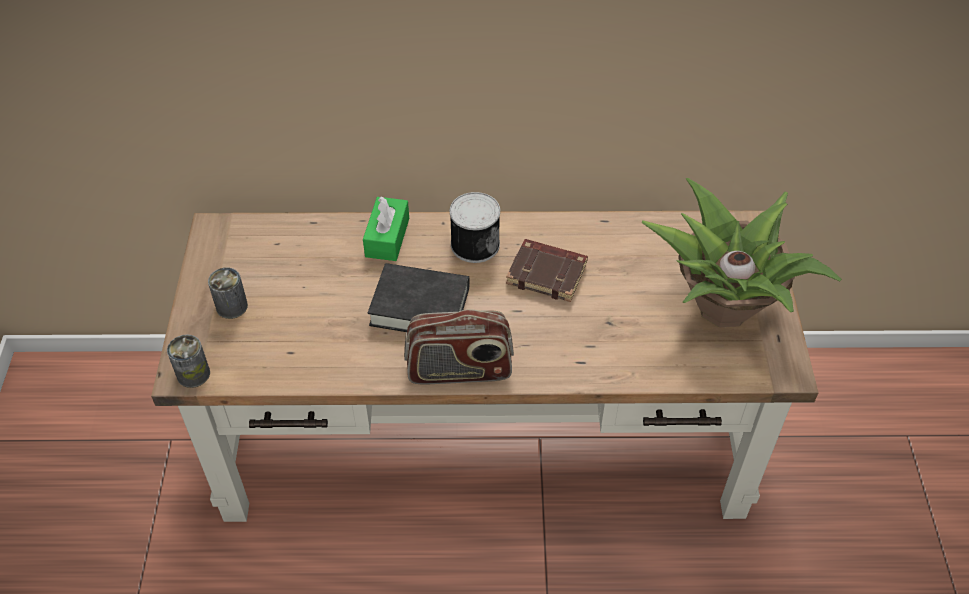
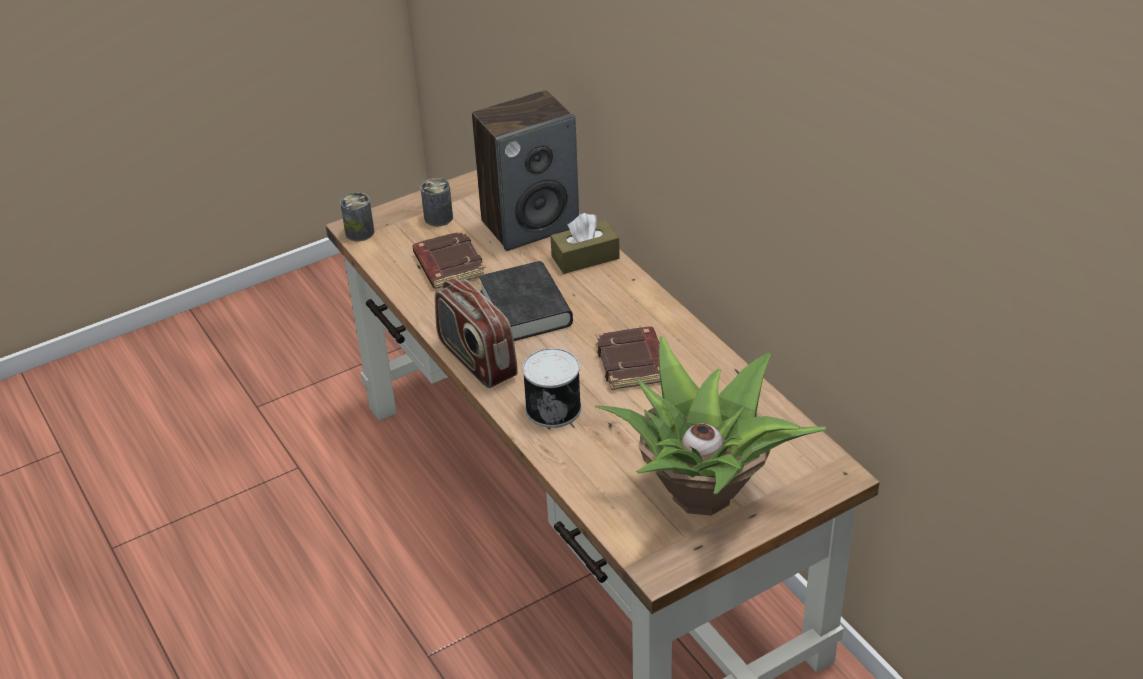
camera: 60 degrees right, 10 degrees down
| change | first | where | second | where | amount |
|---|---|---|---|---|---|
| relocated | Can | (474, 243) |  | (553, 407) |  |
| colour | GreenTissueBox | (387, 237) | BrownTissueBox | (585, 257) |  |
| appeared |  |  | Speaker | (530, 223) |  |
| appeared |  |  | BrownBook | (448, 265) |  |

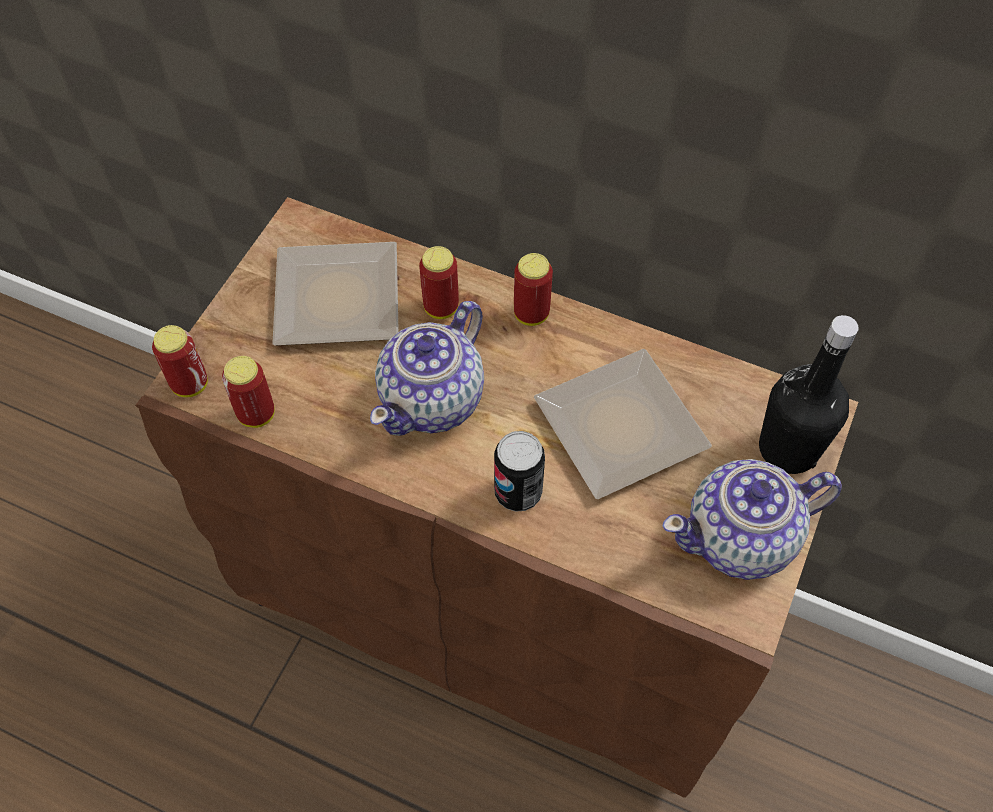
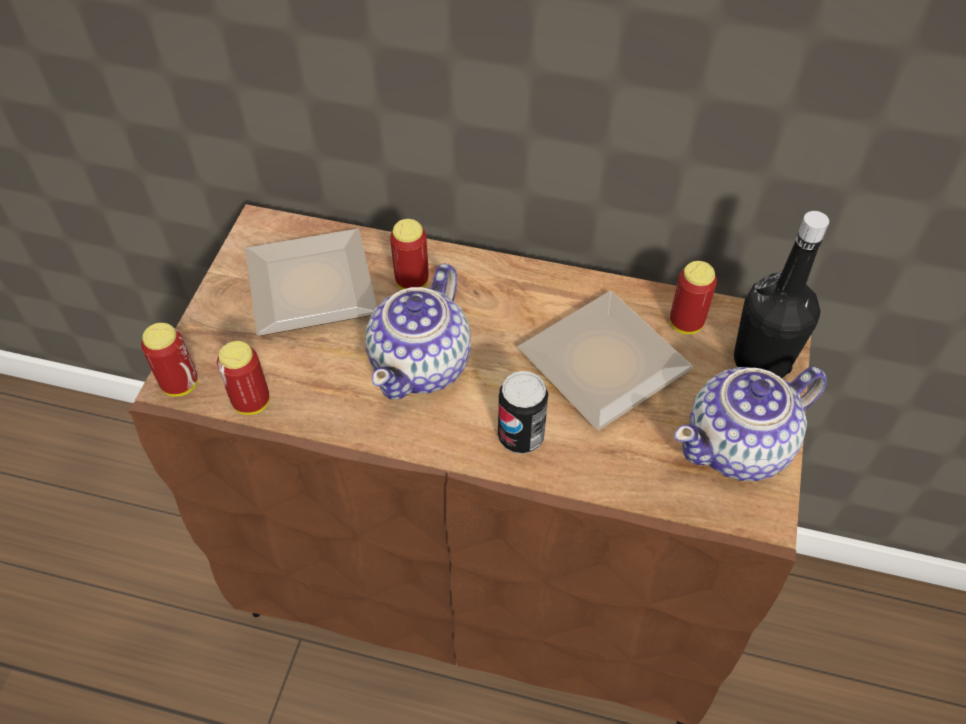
camera: 10 degrees left, 5 degrees down
| change | first | where | second | where | amount |
|---|---|---|---|---|---|
| relocated | Can | (531, 314) |  | (686, 323) |  |

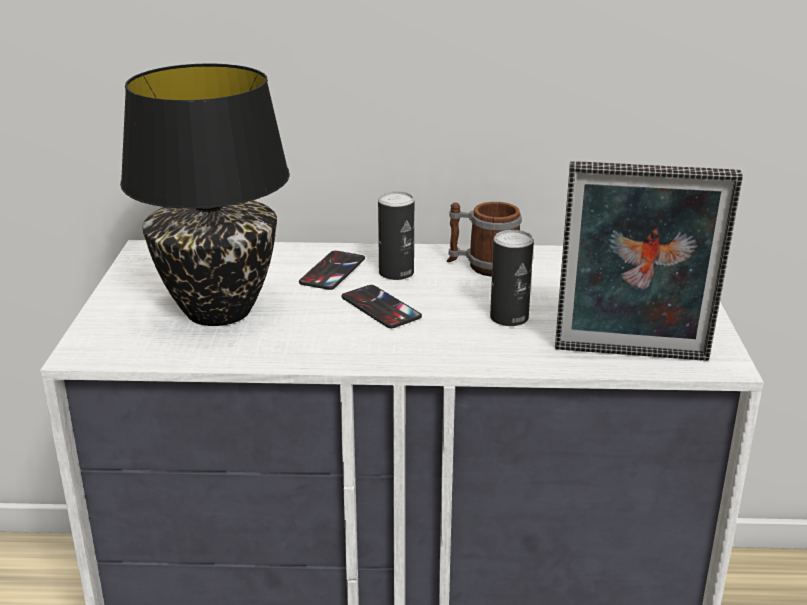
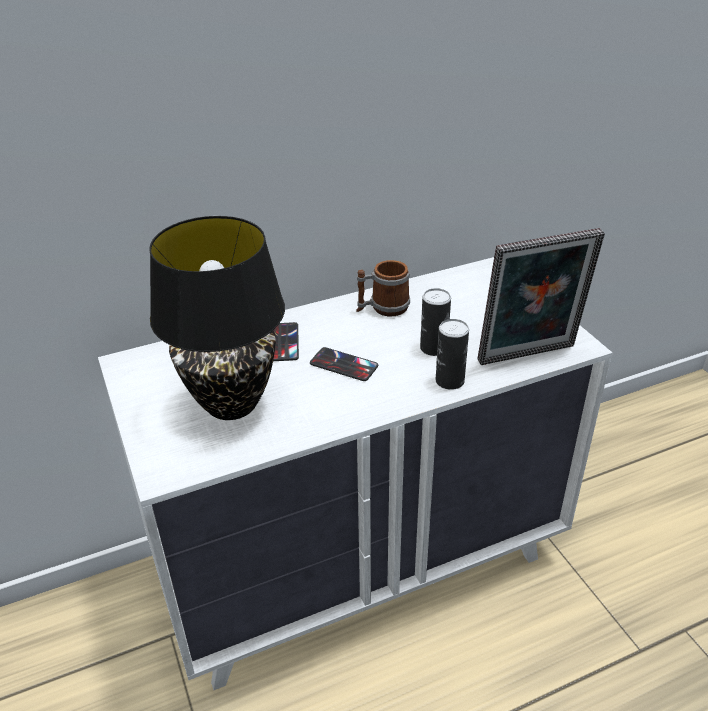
camera: 25 degrees left, 10 degrees up
| change | first | where | second | where | amount |
|---|---|---|---|---|---|
| relocated | Can | (396, 273) |  | (449, 381) |  |

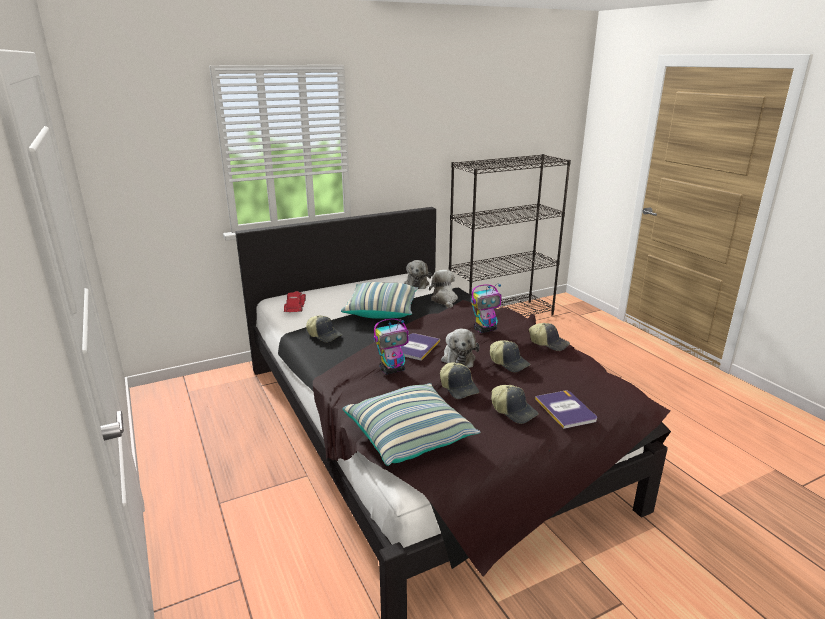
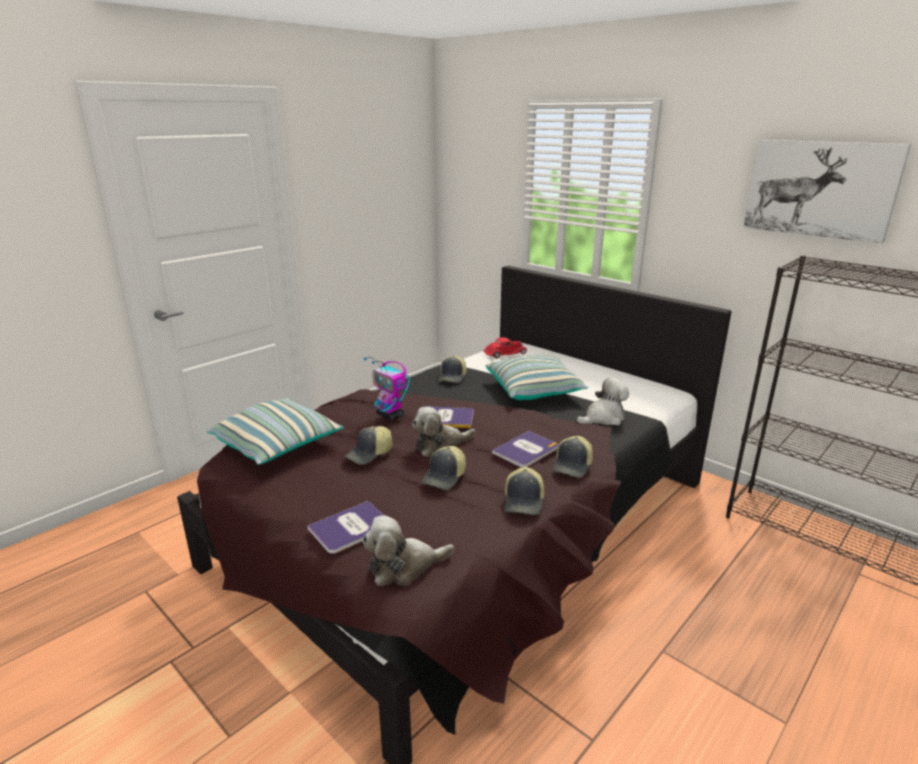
camera: 70 degrees right, 0 degrees up
| change | first | where | second | where | amount |
|---|---|---|---|---|---|
| relocated | PlushToy | (416, 284) |  | (404, 567) |  |
| exchanged | ToyRobot | (485, 329) | Book | (526, 450) |  |
| relocated | Cap | (514, 411) |  | (573, 466) |  |
| appeared |  |  | Picture | (820, 189) |  |

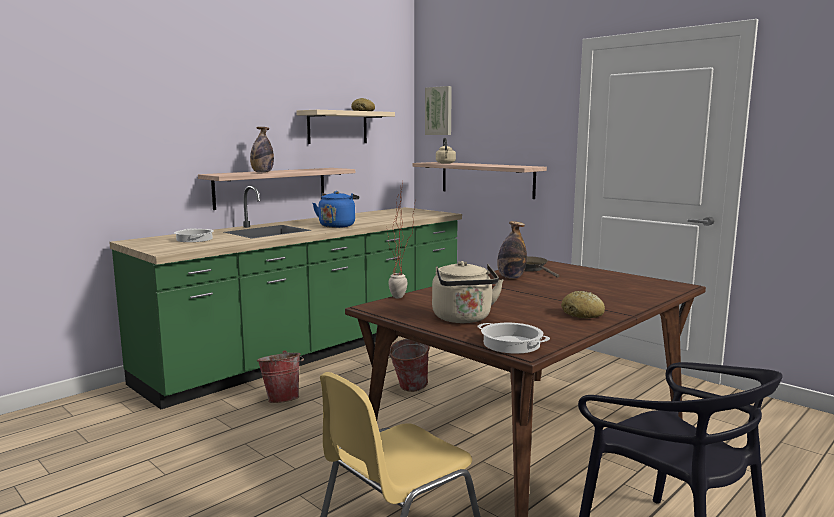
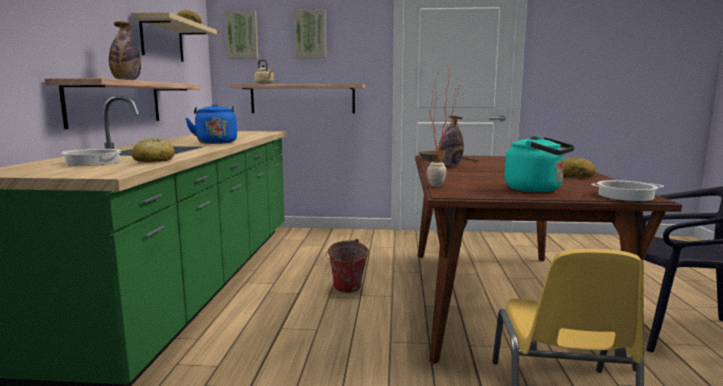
camera: 40 degrees left, 0 degrees up
| change | first | where | second | where | amount |
|---|---|---|---|---|---|
| colour | BeigeKettle | (463, 319) | TurquoiseKettle | (536, 189) |  |
| missing | Bucket | (282, 399) |  |  |  |
| appeared |  |  | Picture | (310, 34) |  |
| appeared |  |  | Bread | (154, 160) |  |

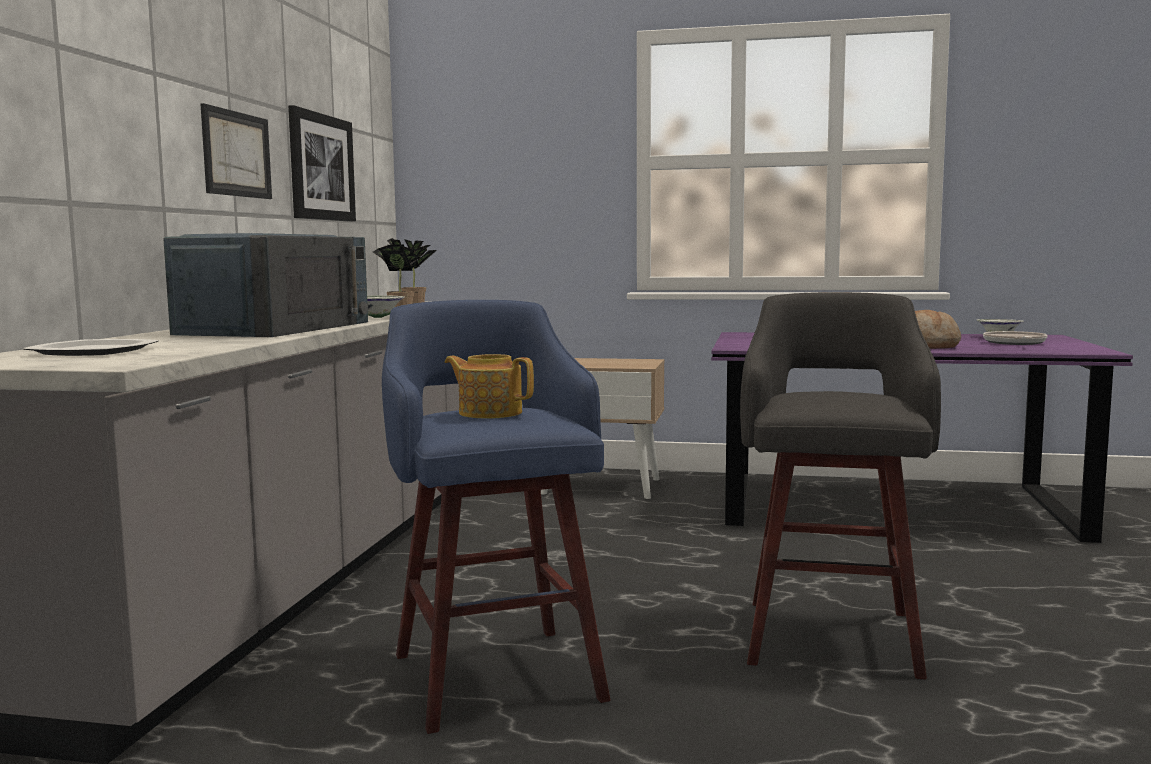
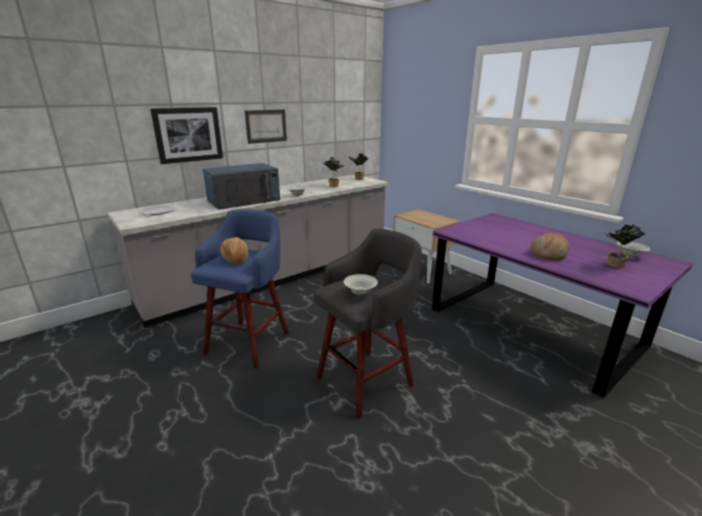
camera: 40 degrees right, 15 degrees up
| change | first | where | second | where | amount |
|---|---|---|---|---|---|
| relocated | Picture | (321, 167) |  | (188, 135) |  |
| exchanged | FryingPan | (1014, 343) | PottedPlant | (615, 265) |  |
| exchanged | Teapot | (489, 413) | Bread | (236, 258) |  |
| appeared |  |  | WhiteBowl | (360, 293) |  |

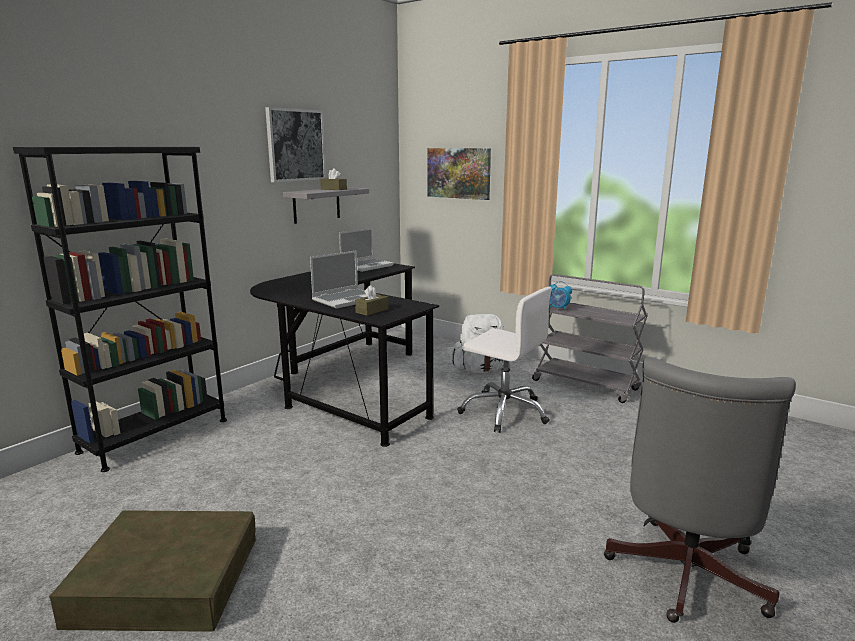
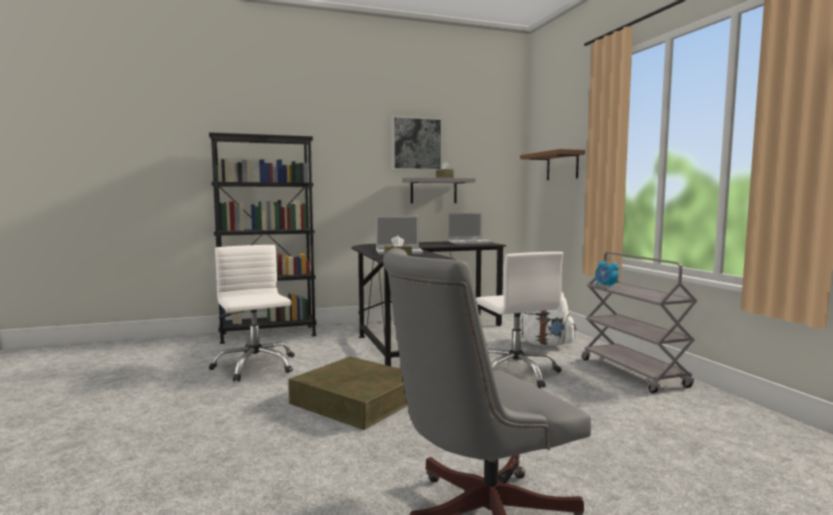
camera: 35 degrees right, 10 degrees down
| change | first | where | second | where | amount |
|---|---|---|---|---|---|
| exchanged | Picture | (459, 173) | BrownShelf | (562, 166) |  |
| relocated | BrownStorageBox | (166, 580) |  | (356, 400) |  |
| appeared |  |  | WhiteOfficeChair | (255, 366) |  |

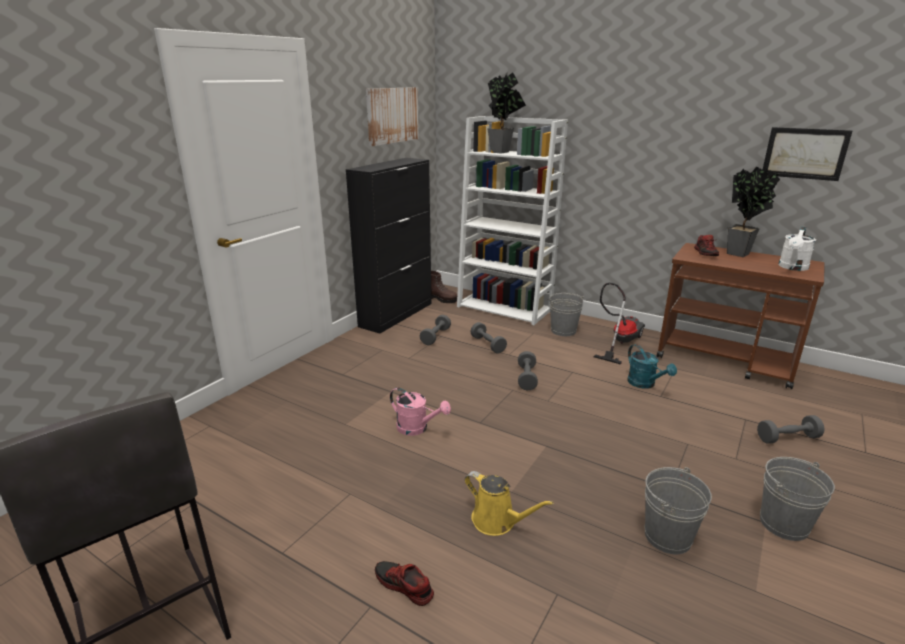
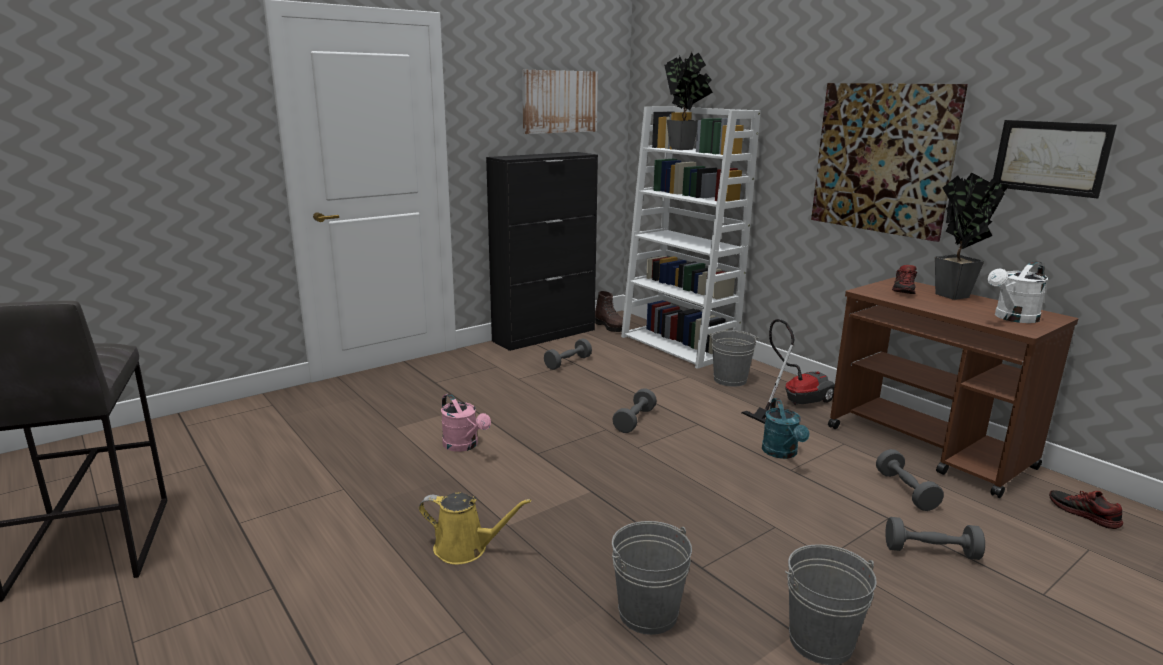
camera: 20 degrees right, 5 degrees down
| change | first | where | second | where | amount |
|---|---|---|---|---|---|
| relocated | GreyDumbbell | (488, 345) |  | (906, 491) |  |
| spun | YellowWateringCan | (497, 521) |  | (466, 548) | 45 degrees counterclockwise |
| relocated | Shoe | (403, 586) |  | (1083, 514) |  |
| appeared |  |  | Picture | (882, 158) |  |

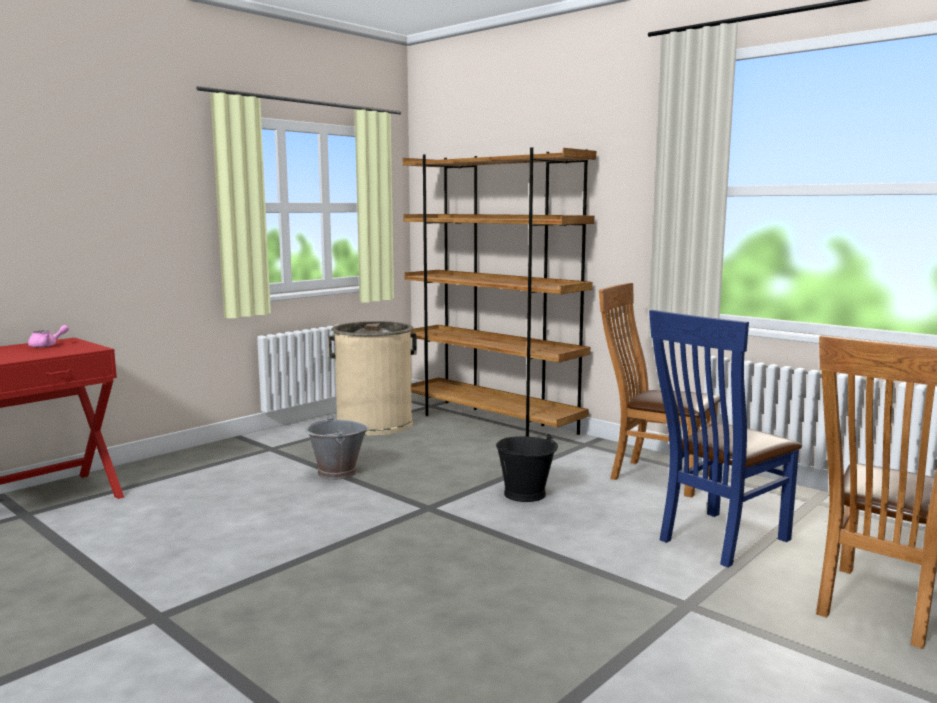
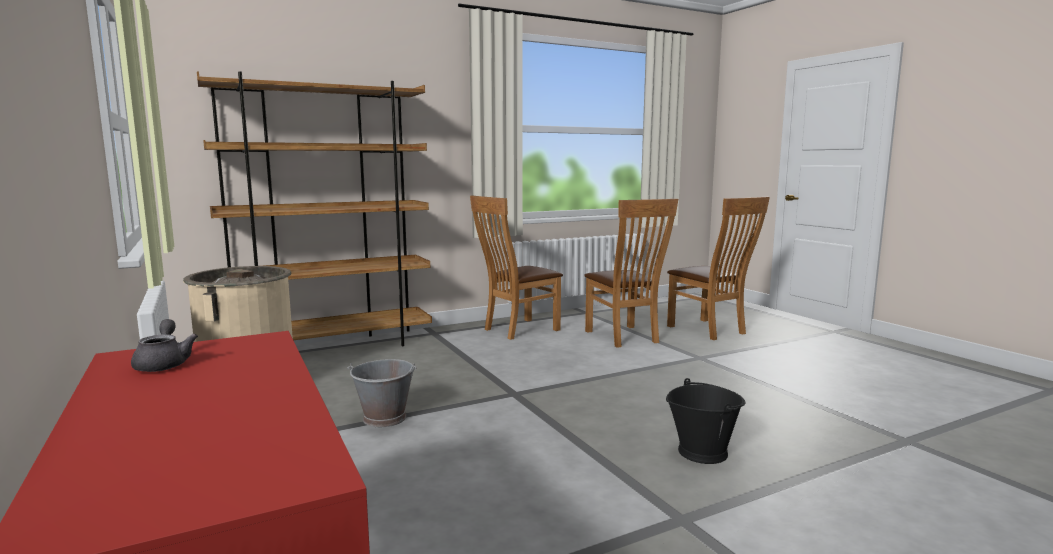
camera: 70 degrees left, 0 degrees up
| change | first | where | second | where | amount |
|---|---|---|---|---|---|
| colour | BlueChair | (717, 540) | BrownChair | (624, 337) |  |
| colour | PinkTeapot | (47, 345) | GreyTeapot | (164, 363) |  |
| relocated | BlackBucket | (525, 494) |  | (702, 452) |  |

